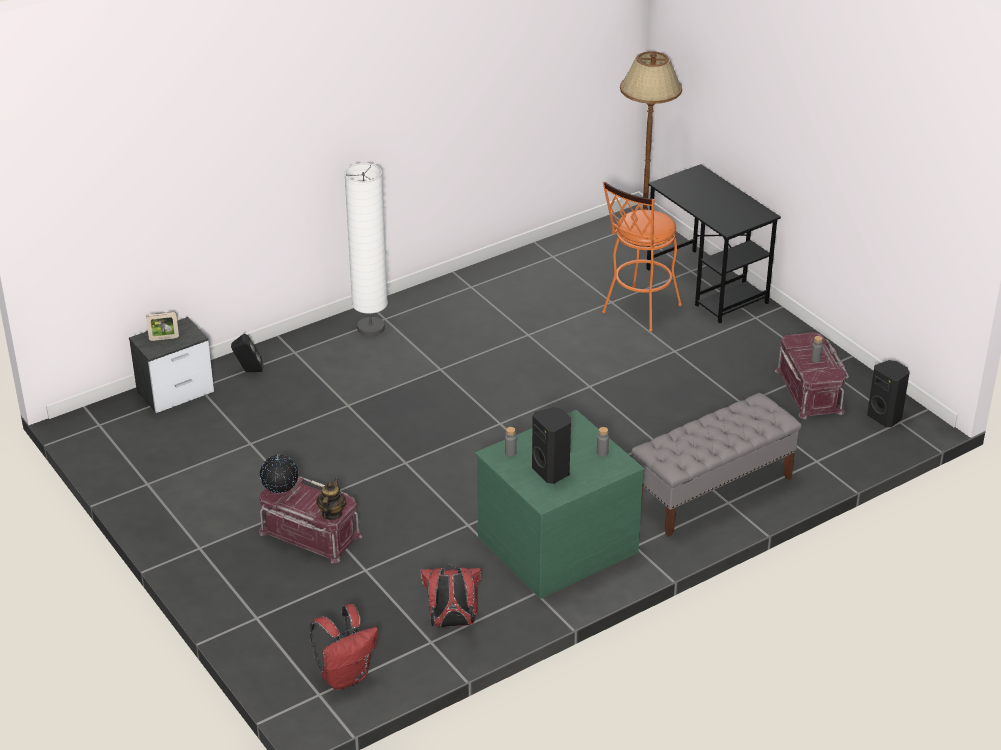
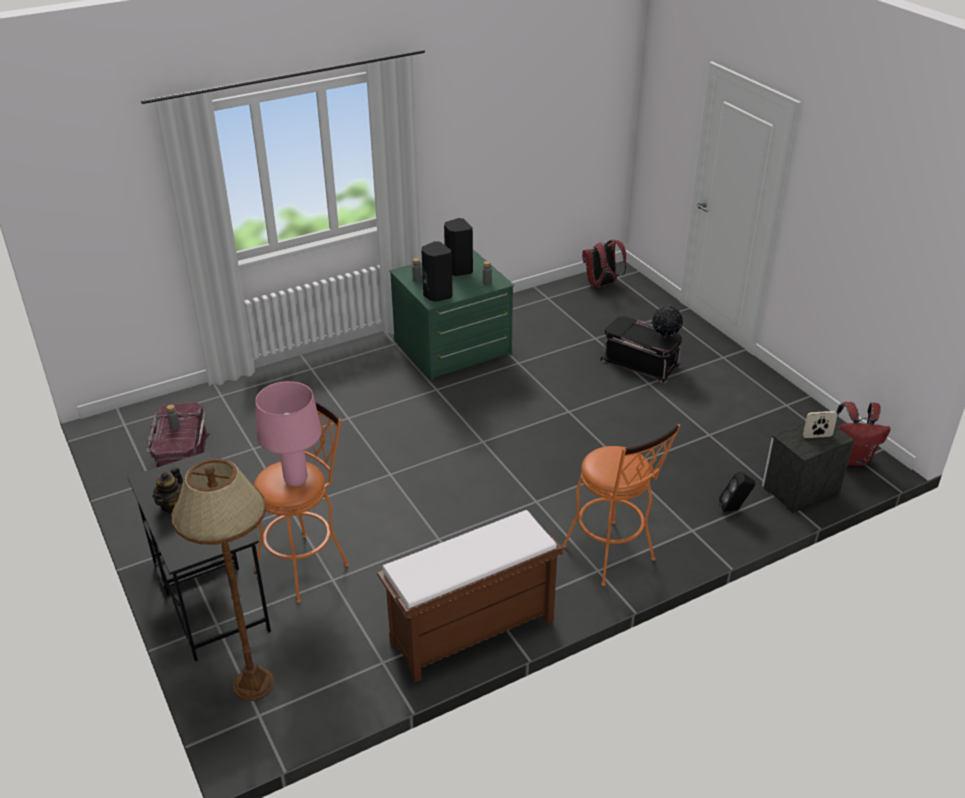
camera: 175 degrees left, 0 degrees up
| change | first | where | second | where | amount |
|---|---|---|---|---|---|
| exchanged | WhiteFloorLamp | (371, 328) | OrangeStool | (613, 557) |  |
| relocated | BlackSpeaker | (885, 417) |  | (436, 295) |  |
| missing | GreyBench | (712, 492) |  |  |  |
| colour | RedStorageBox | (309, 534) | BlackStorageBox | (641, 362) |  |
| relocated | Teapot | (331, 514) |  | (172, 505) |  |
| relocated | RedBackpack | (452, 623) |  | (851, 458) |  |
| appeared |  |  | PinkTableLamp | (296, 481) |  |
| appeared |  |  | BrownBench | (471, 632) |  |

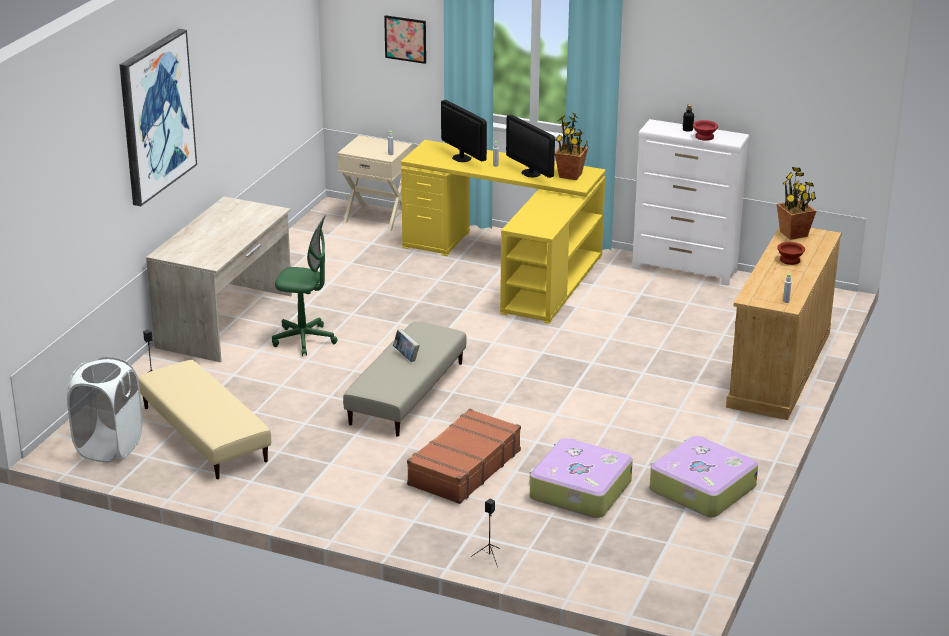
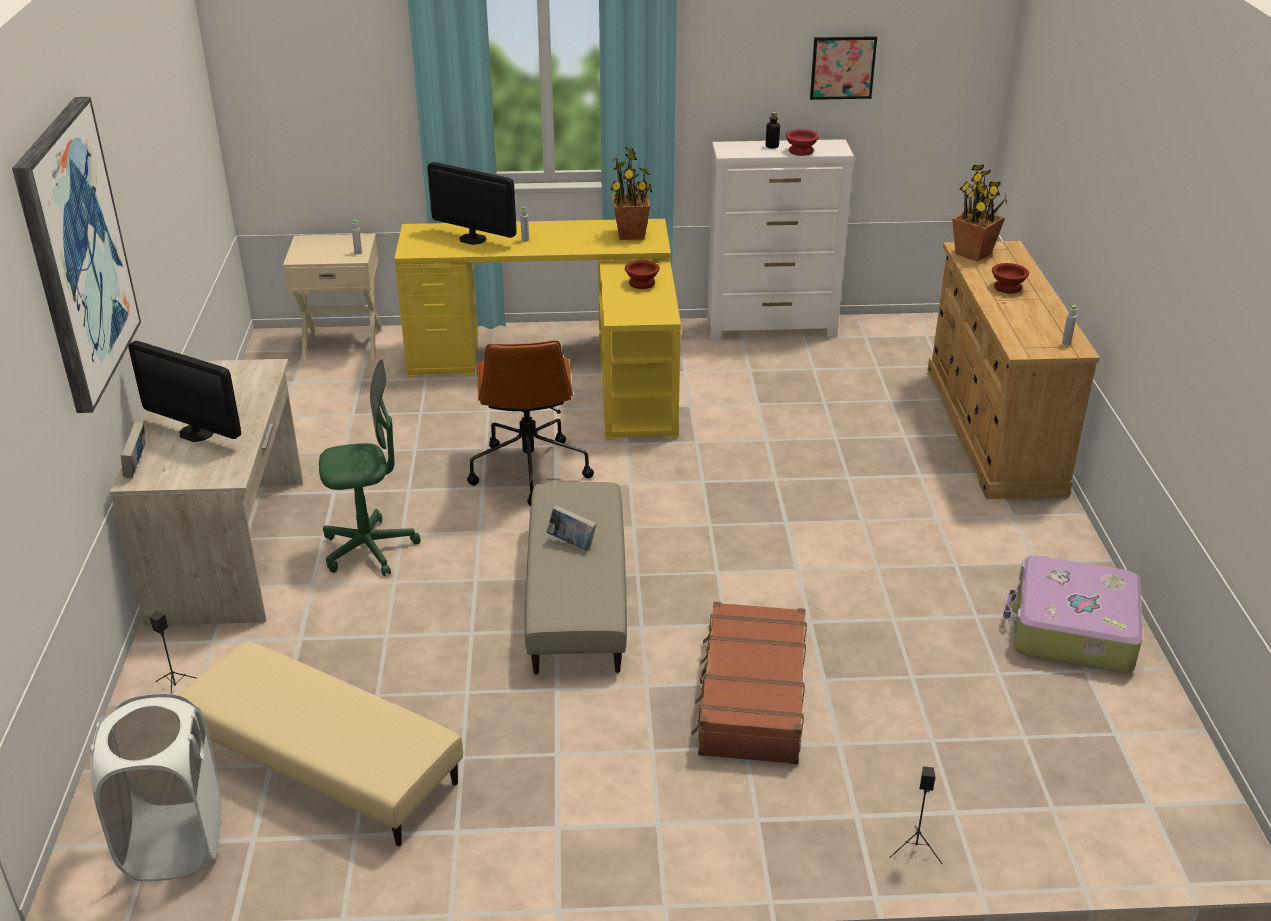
camera: 25 degrees left, 5 degrees up
| change | first | where | second | where | amount |
|---|---|---|---|---|---|
| relocated | Picture | (405, 39) |  | (842, 67) |  |
| relocated | Monitor | (531, 173) |  | (197, 432) |  |
| missing | Suitcase | (579, 490) |  |  |  |
| appeared |  |  | BrownBowl | (641, 283) |  |
| appeared |  |  | BrownOfficeChair | (529, 470) |  |
| appeared |  |  | Book | (137, 466) |  |

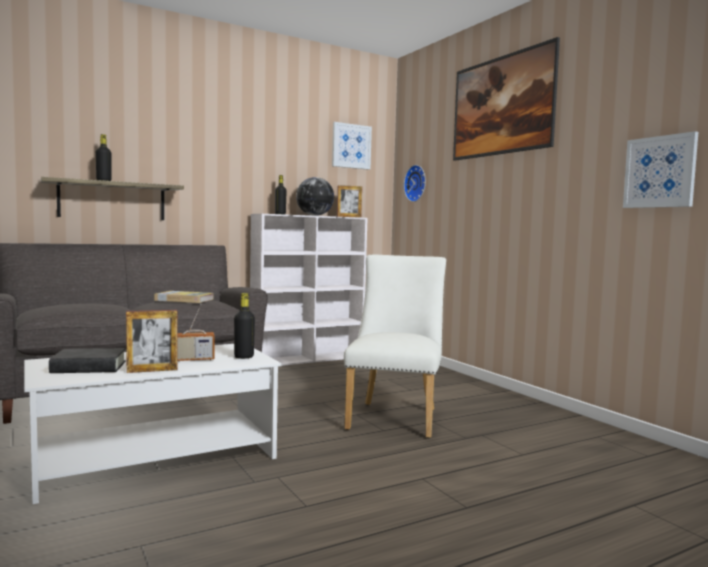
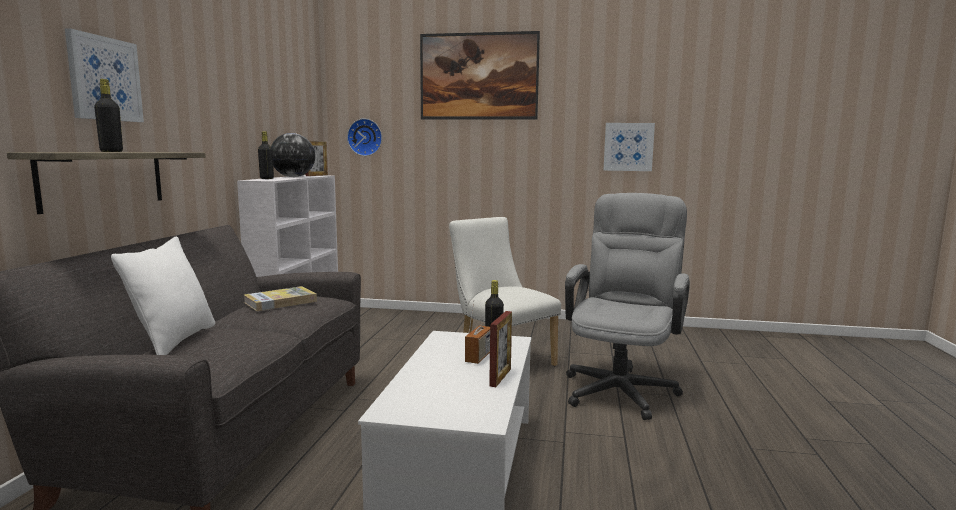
camera: 50 degrees left, 5 degrees up
| change | first | where | second | where | amount |
|---|---|---|---|---|---|
| relocated | Picture | (351, 146) |  | (104, 79) |  |
| missing | BlackBook | (89, 367) |  |  |  |
| appeared |  |  | GreyOfficeChair | (621, 387) |  |
| appeared |  |  | WhitePillow | (174, 340) |  |

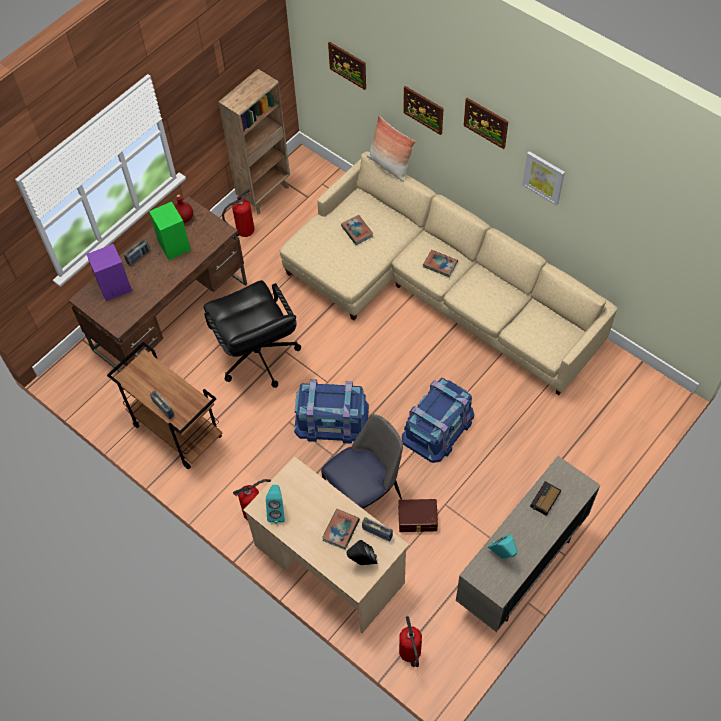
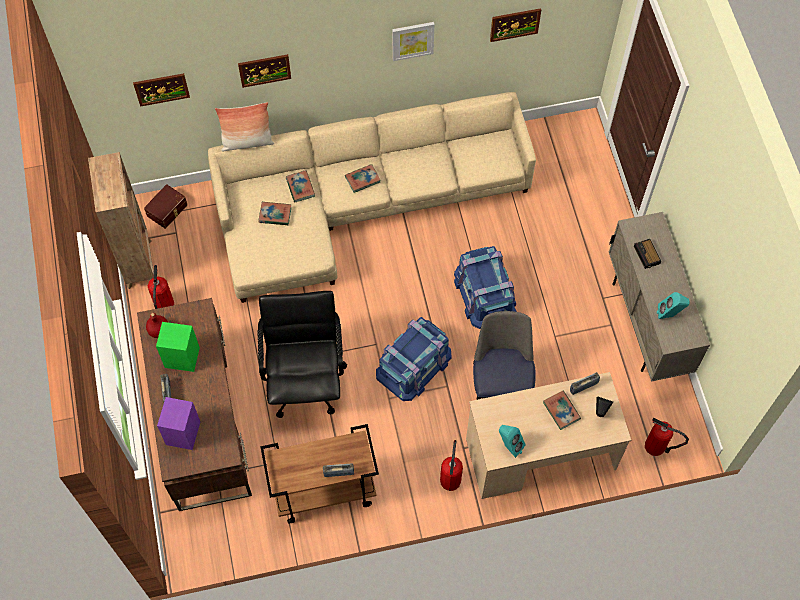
camera: 55 degrees left, 5 degrees up
| change | first | where | second | where | amount |
|---|---|---|---|---|---|
| relocated | Picture | (486, 122) |  | (515, 24) |  |
| spun | BlackOfficeChair | (257, 356) |  | (305, 380) | 105 degrees counterclockwise |
| relocated | BrownStorageBox | (417, 519) |  | (168, 210) |  |
| appeared |  |  | Book | (300, 187) |  |

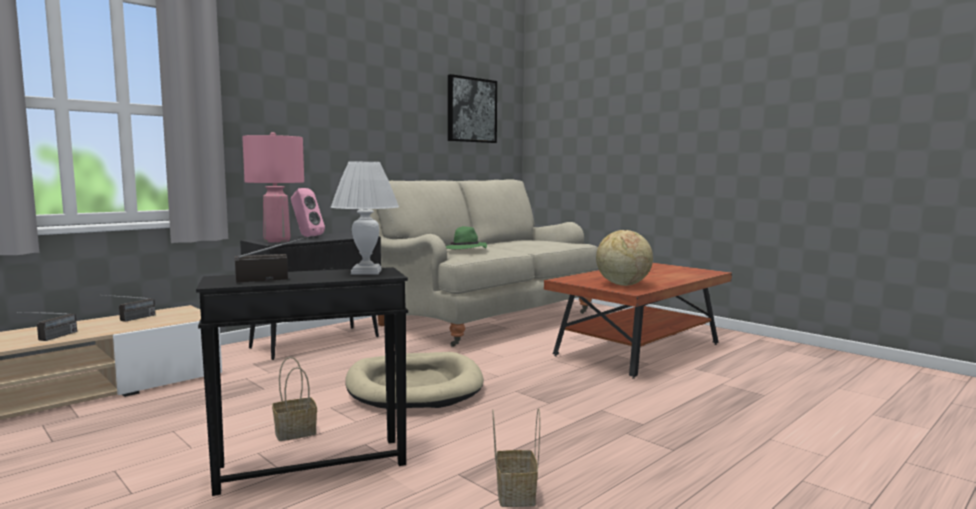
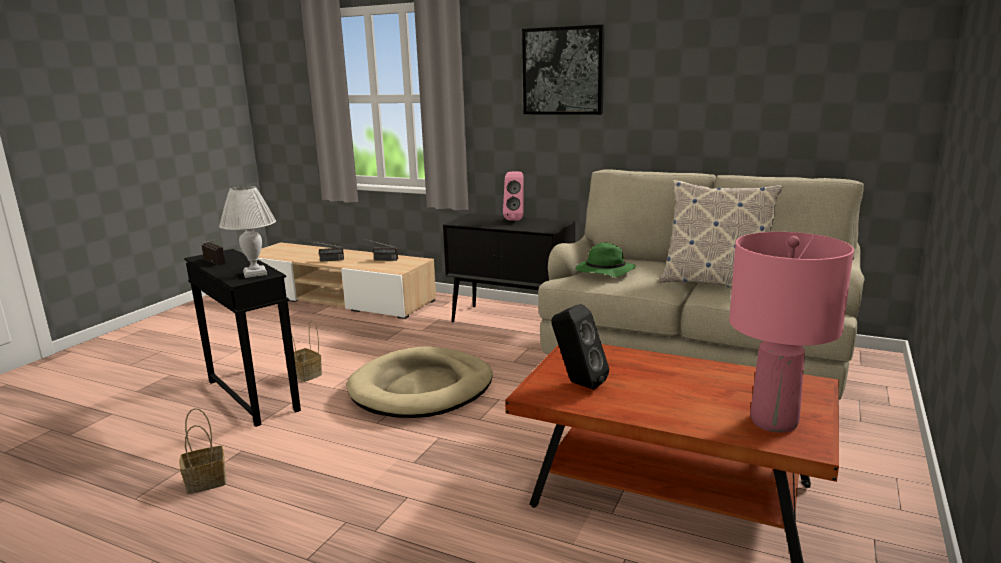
camera: 70 degrees right, 10 degrees up
| change | first | where | second | where | amount |
|---|---|---|---|---|---|
| relocated | Picture | (471, 110) |  | (563, 71) |  |
| relocated | PinkTableLamp | (277, 241) |  | (774, 422) |  |
| exchanged | Globe | (622, 285) | BlackSpeaker | (577, 383) |  |
| appeared |  |  | Pillow | (714, 283) |  |

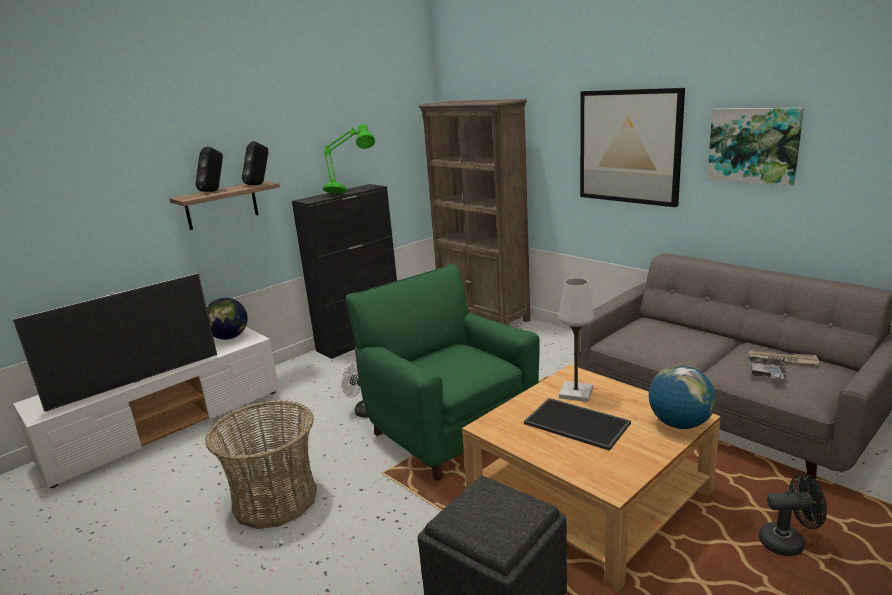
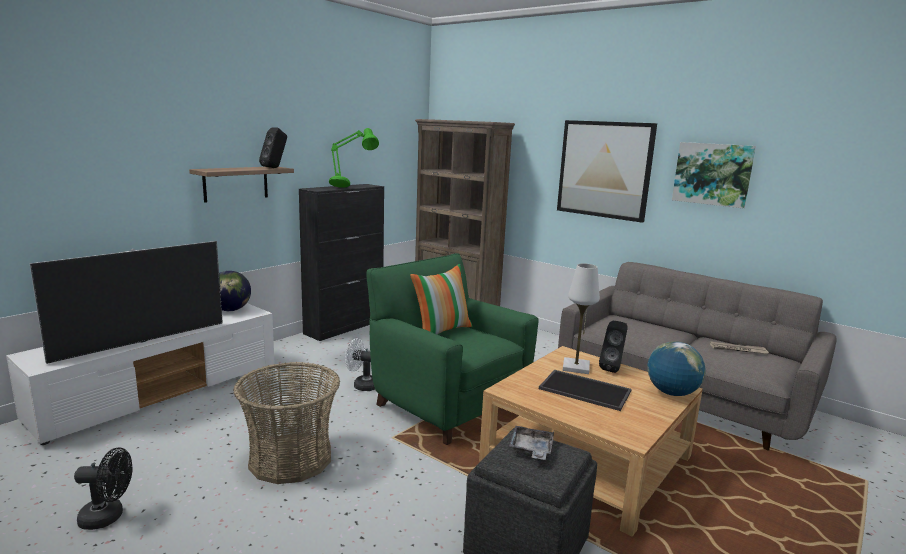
camera: 10 degrees left, 5 degrees down
| change | first | where | second | where | amount |
|---|---|---|---|---|---|
| relocated | BlackSpeaker | (214, 191) |  | (612, 368) |  |
| relocated | GreyTray | (766, 373) |  | (531, 450) |  |
| relocated | BlackFan | (788, 542) |  | (108, 517) |  |
| appeared |  |  | Pillow | (441, 331) |  |

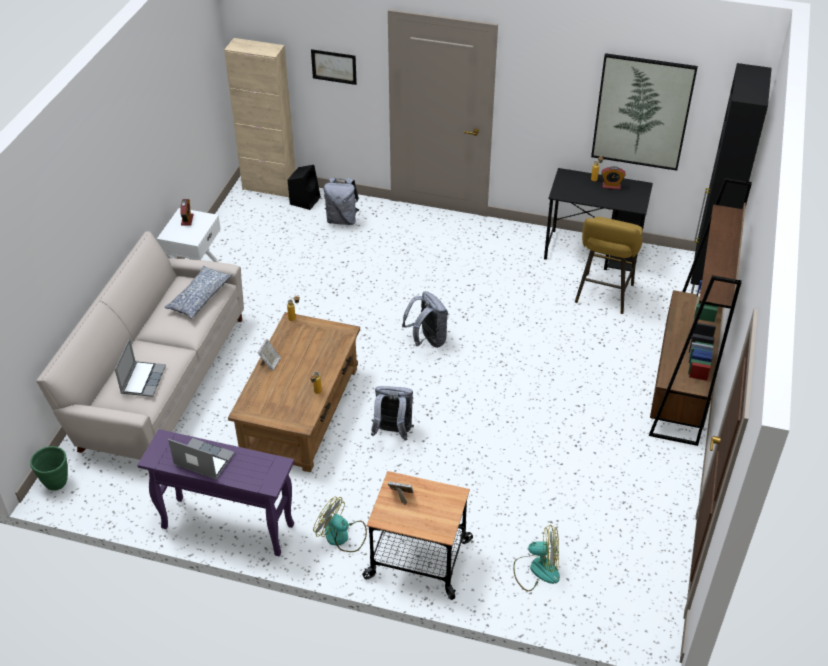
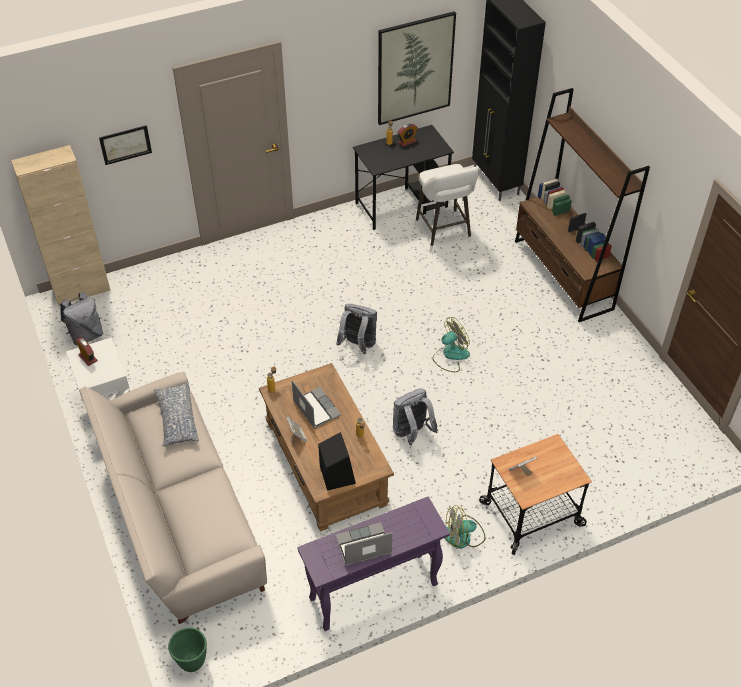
camera: 40 degrees left, 5 degrees up
| change | first | where | second | where | amount |
|---|---|---|---|---|---|
| relocated | BlackSpeaker | (305, 200) |  | (337, 474) |  |
| relocated | GreyBackpack | (342, 220) |  | (86, 335) |  |
| colour | YellowStool | (603, 296) | WhiteStool | (444, 235) |  |
| relocated | Laptop | (143, 379) |  | (315, 408) |  |
| relocated | Fan | (537, 569) |  | (450, 355) |  |

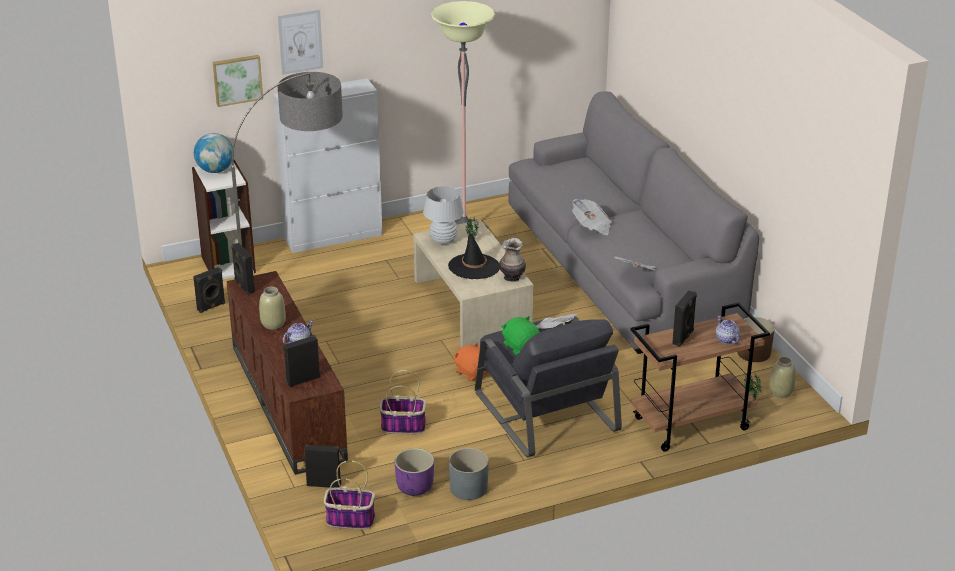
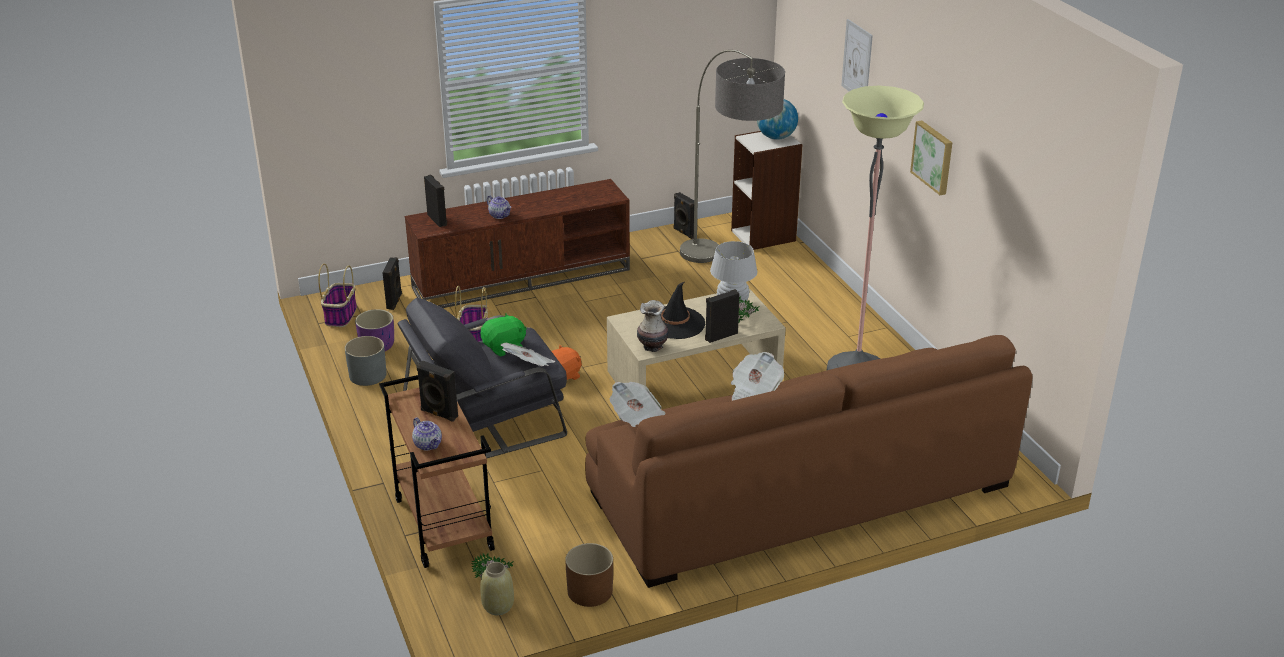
camera: 90 degrees right, 0 degrees up
| change | first | where | second | where | amount |
|---|---|---|---|---|---|
| relocated | Picture | (237, 79) |  | (933, 157) |  |
| missing | WhiteCabinet | (334, 237) |  |  |  |
| colour | GreySofa | (621, 265) | BrownSofa | (799, 489) |  |
| relocated | BlackSpeaker | (244, 287) |  | (720, 336) |  |
| missing | BeigeVase | (273, 324) |  |  |  |
| spun | Teapot | (726, 339) |  | (428, 444) | 75 degrees clockwise |

